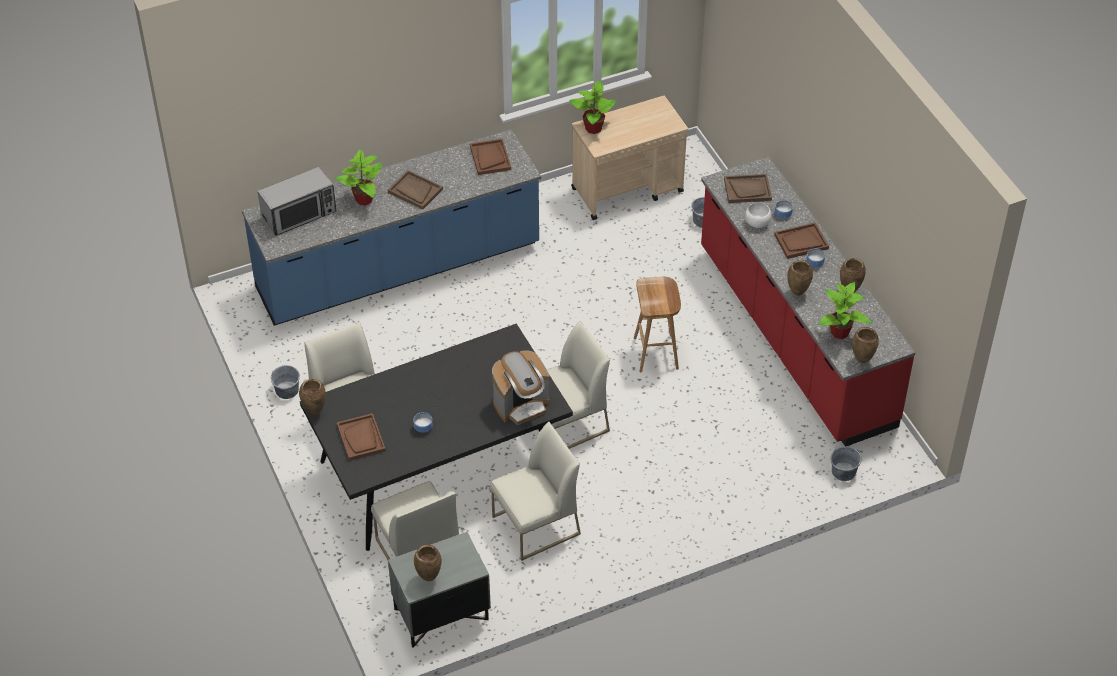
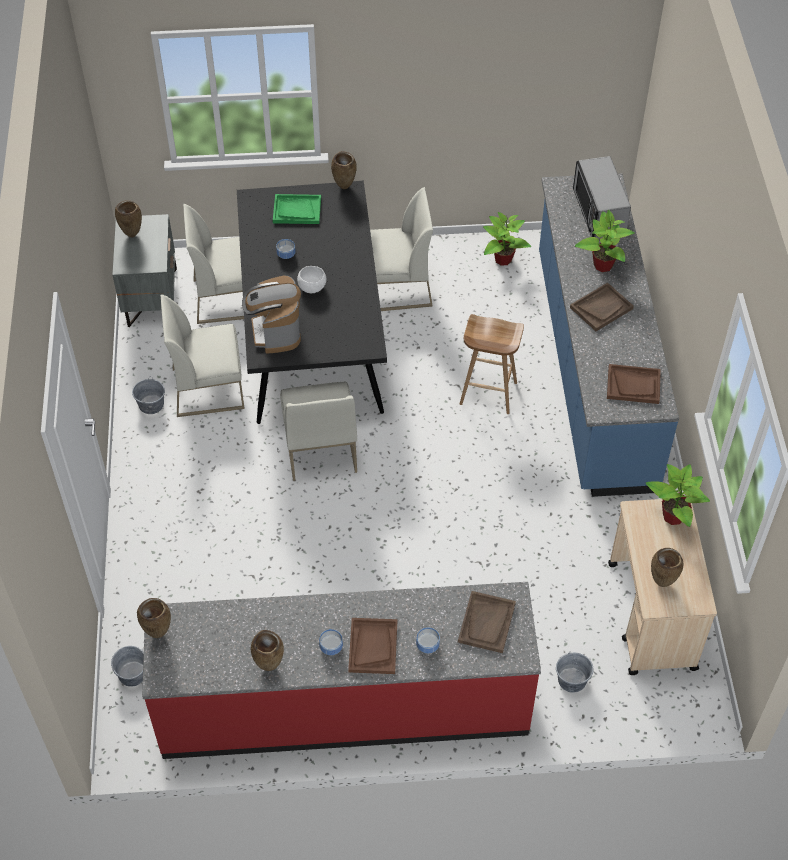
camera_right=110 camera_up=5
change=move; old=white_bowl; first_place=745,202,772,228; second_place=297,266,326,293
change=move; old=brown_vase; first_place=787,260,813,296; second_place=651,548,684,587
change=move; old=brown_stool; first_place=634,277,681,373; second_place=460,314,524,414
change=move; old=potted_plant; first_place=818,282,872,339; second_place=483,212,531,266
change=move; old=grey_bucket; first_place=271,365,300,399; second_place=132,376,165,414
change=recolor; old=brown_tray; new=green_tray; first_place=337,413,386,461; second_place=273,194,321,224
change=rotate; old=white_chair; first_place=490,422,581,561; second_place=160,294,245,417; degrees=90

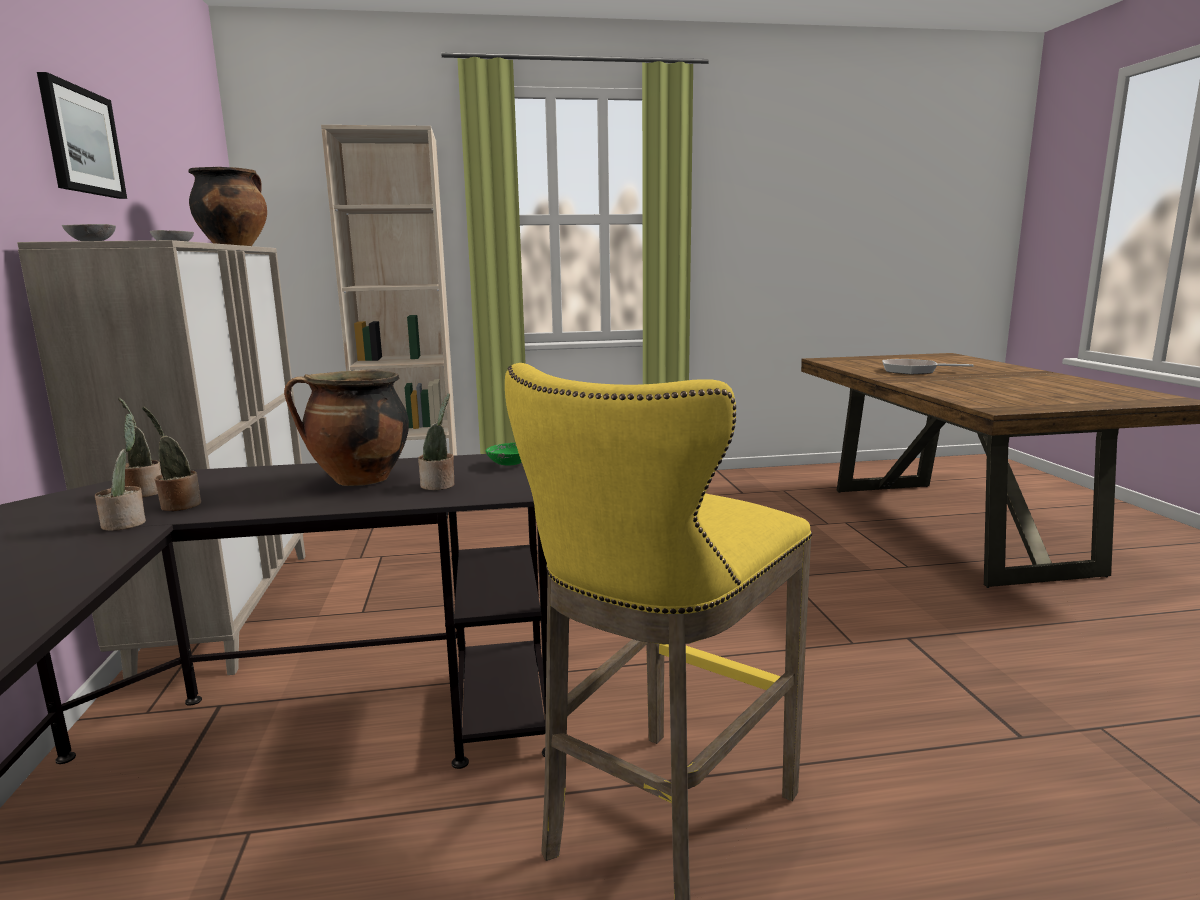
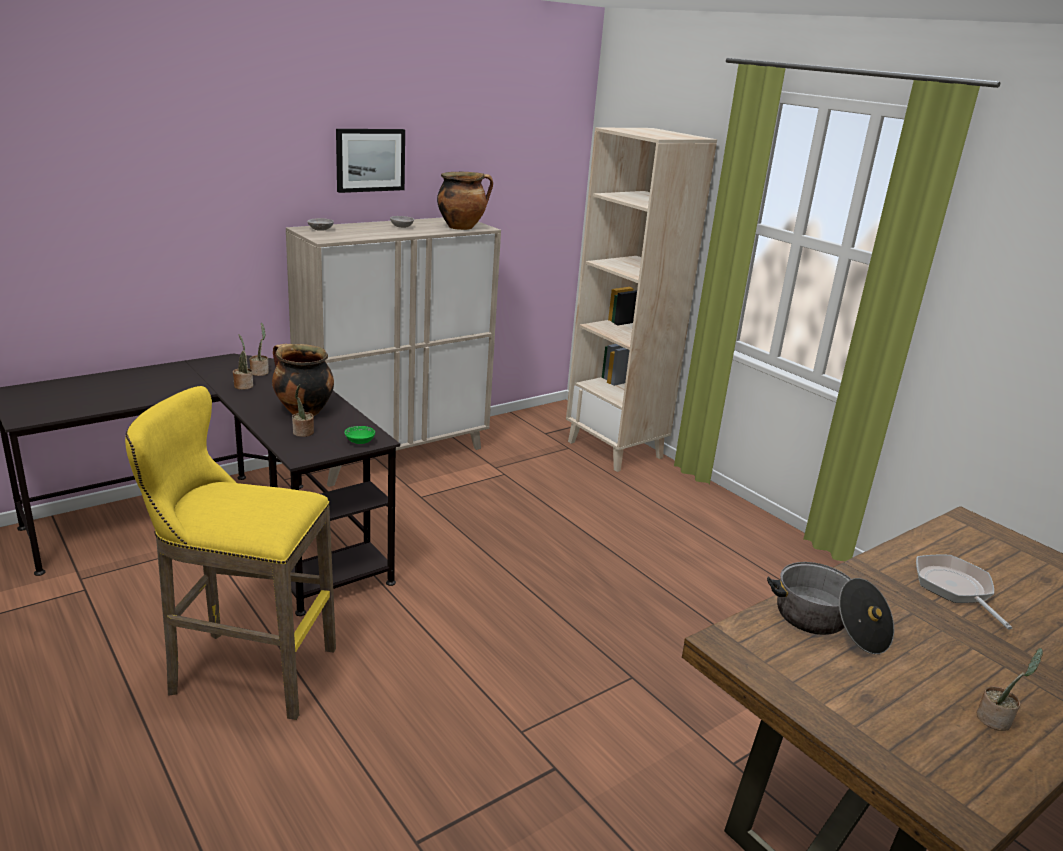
camera_right=60 camera_up=10
change=move; old=potted_plant; first_place=95,414,146,531; second_place=977,648,1043,731
change=insert; new=cooking_pot; second_place=767,562,894,654

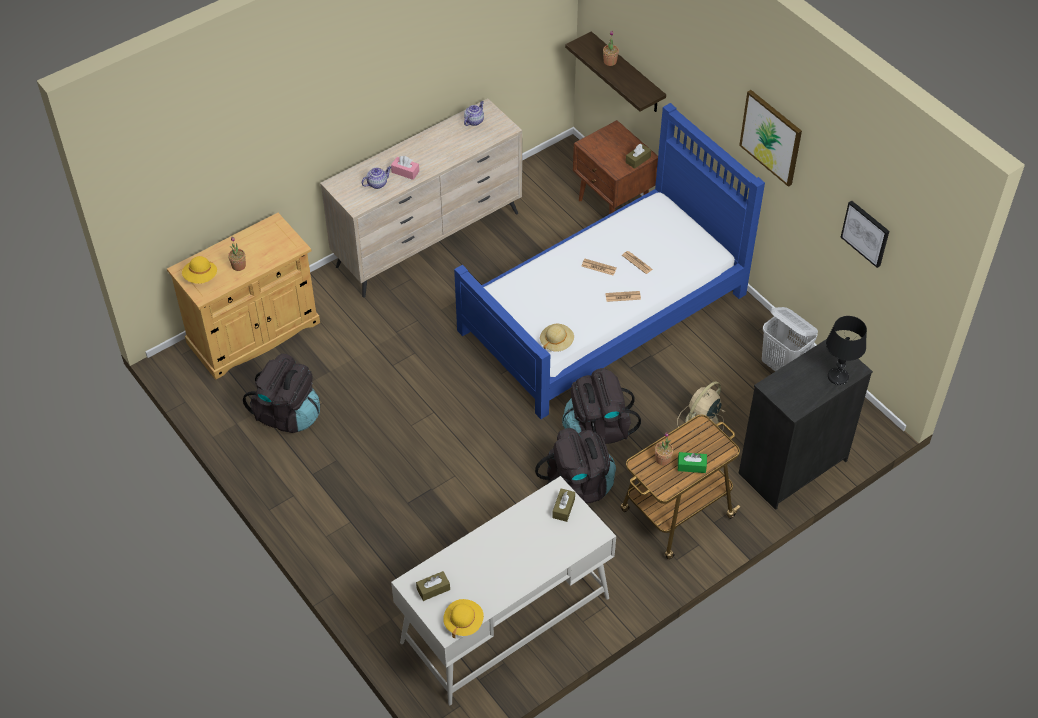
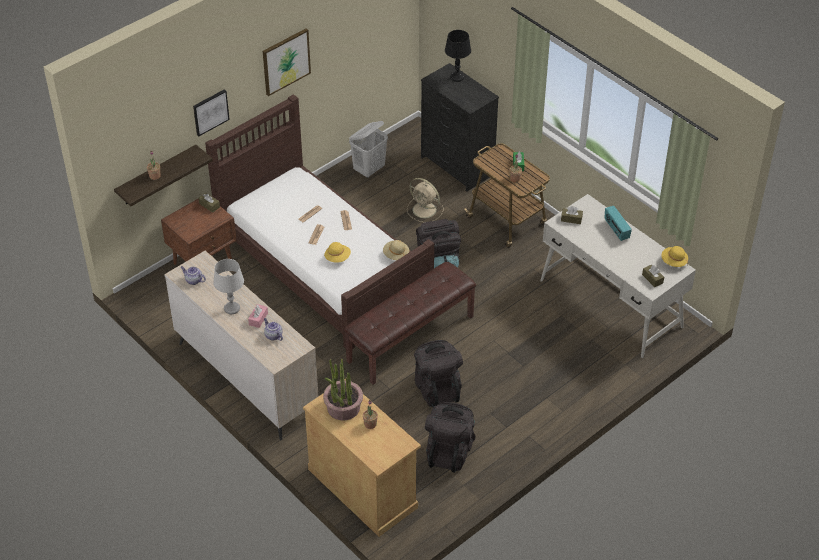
camera_right=-95 camera_up=-5
change=recolor; old=blue_bed; new=brown_bed; first_place=454,103,765,419; second_place=205,94,434,349
change=move; old=picture; first_place=841,201,889,268; second_place=193,89,230,136
change=move; old=yellow_hat; first_place=182,256,217,284; second_place=324,242,351,263
change=move; old=black_backpack; first_place=535,428,616,503; second_place=414,340,463,407
change=insert; new=radio; second_place=605,206,632,241
change=insert; new=grey_table_lamp; second_place=213,259,244,314
change=insert; new=brown_bench; second_place=344,262,476,385
change=insert; new=potted_plant; second_place=323,359,363,421

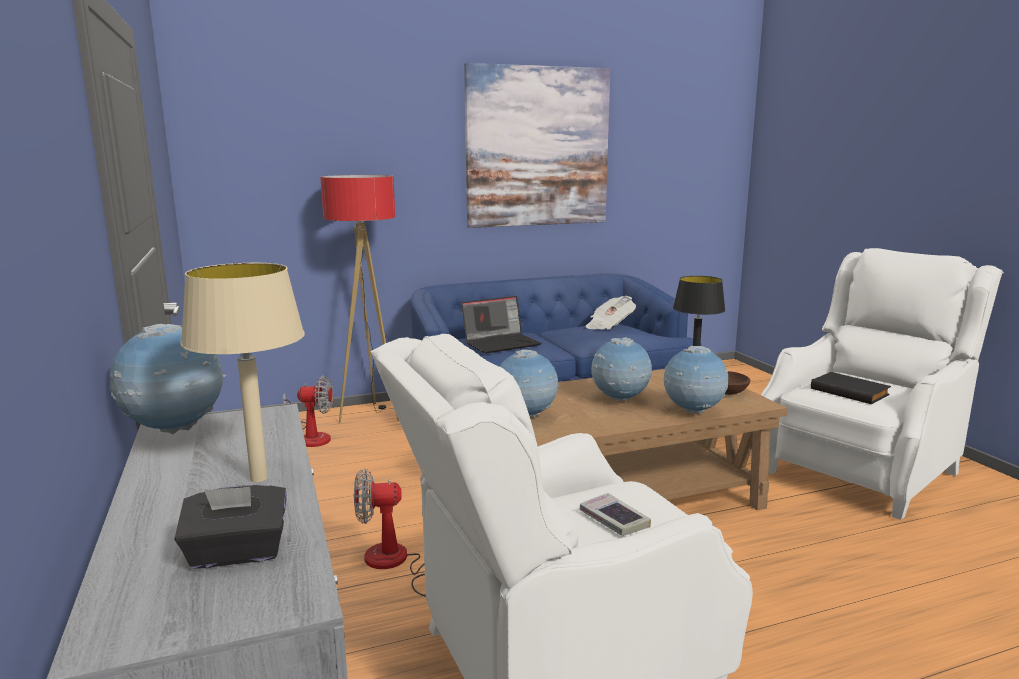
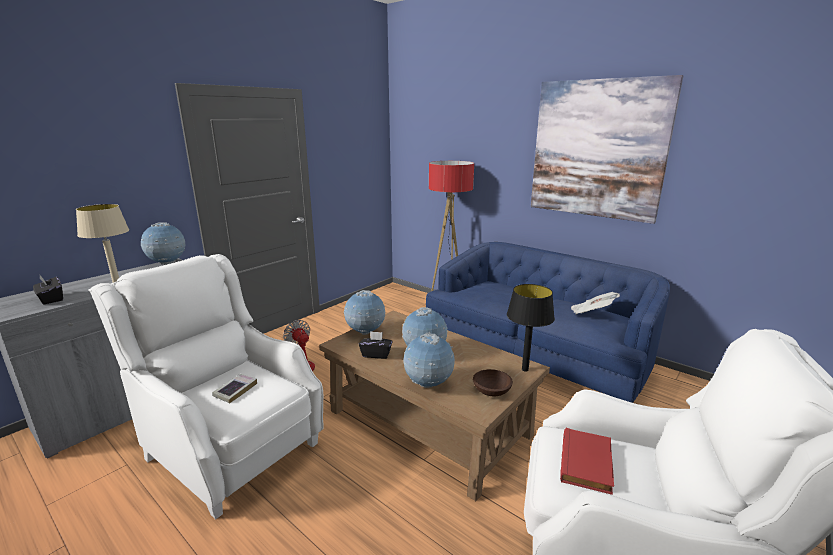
camera_right=60 camera_up=5
change=delete; old=laptop; first_place=461,296,541,353
change=recolor; old=black_book; new=red_book; first_place=811,372,891,404; second_place=560,428,614,495
change=delete; old=fan; first_place=283,375,333,447
change=insert; new=black_tissue_box; second_place=359,331,393,359

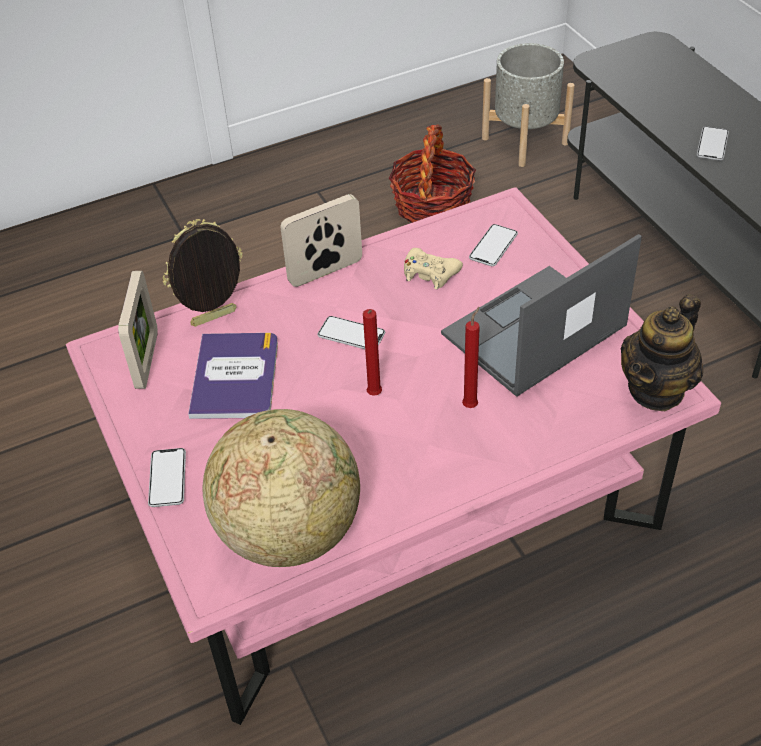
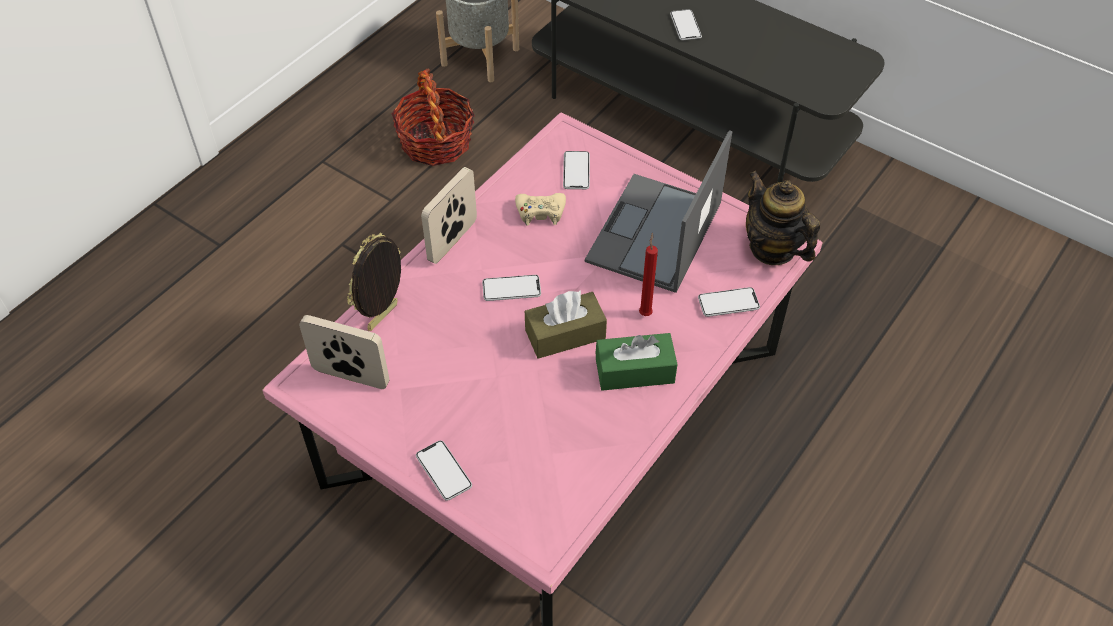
camera_right=-30 camera_up=5
change=rotate; old=picture_frame; first_place=118,271,158,389; second_place=299,315,390,389; degrees=-45
change=rotate; old=teapot; first_place=620,294,703,411; second_place=746,171,820,265; degrees=135
change=replace; old=red_candle; new=brown_tissue_box; first_place=363,309,382,396; second_place=525,290,607,359
change=delete; old=book; first_place=188,333,278,419
change=delete; old=globe; first_place=202,409,360,567
change=insert; new=phone; second_place=698,287,760,317
change=insert; new=green_tissue_box; second_place=596,333,678,391

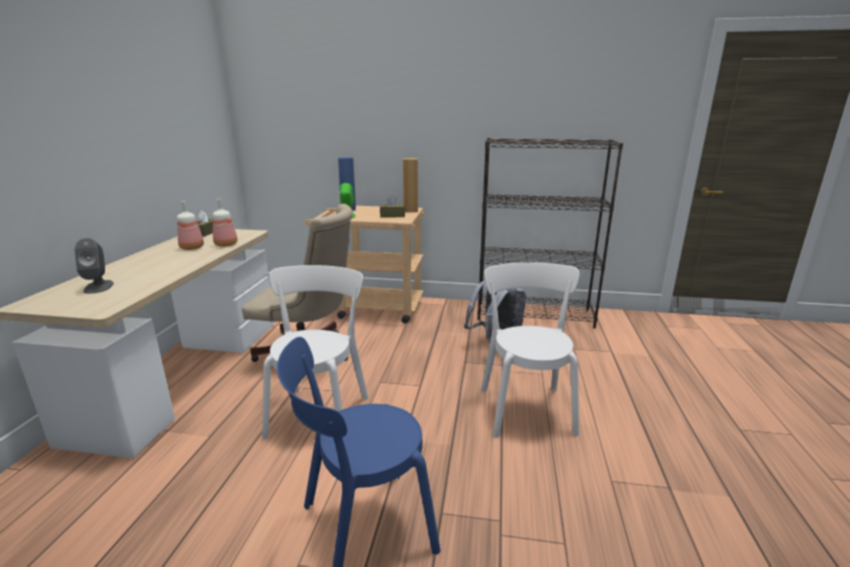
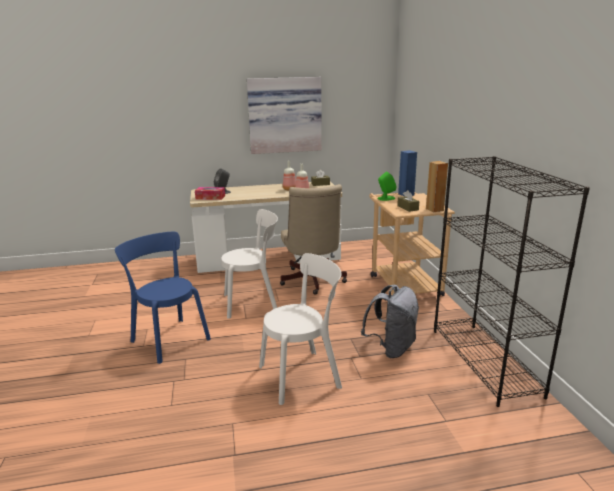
camera_right=70 camera_up=0
change=insert; new=picture; second_place=247,77,322,154
change=insert; new=tissue_box; second_place=195,187,225,200

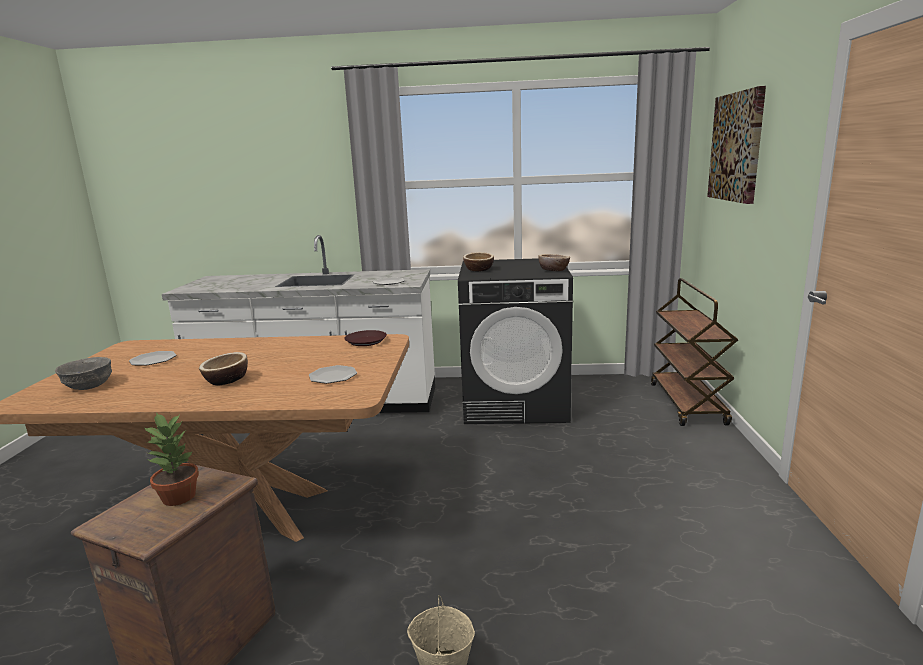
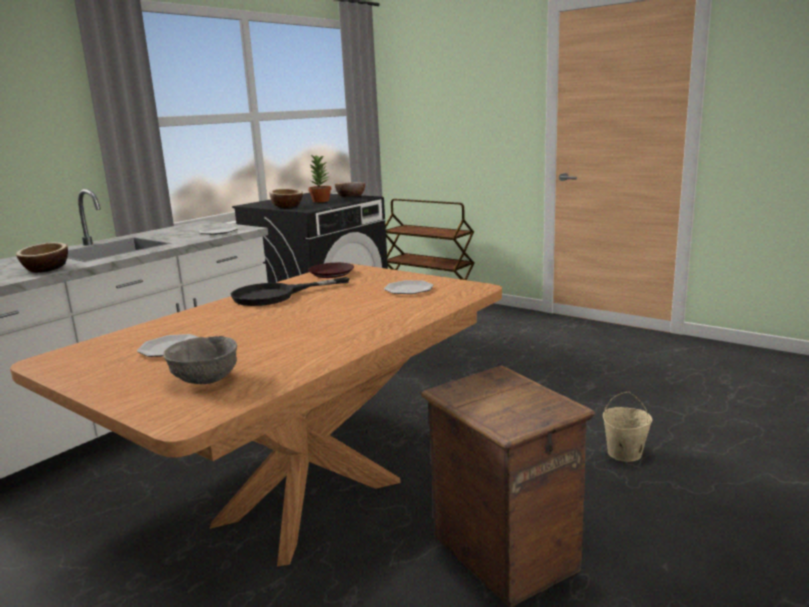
camera_right=-55 camera_up=0
change=delete; old=picture; first_place=707,86,766,204
change=move; old=bowl; first_place=199,352,248,386; second_place=16,242,68,273
change=move; old=potted_plant; first_place=143,412,199,506; second_place=308,154,332,202
change=insert; new=black_frying_pan; second_place=231,277,349,306

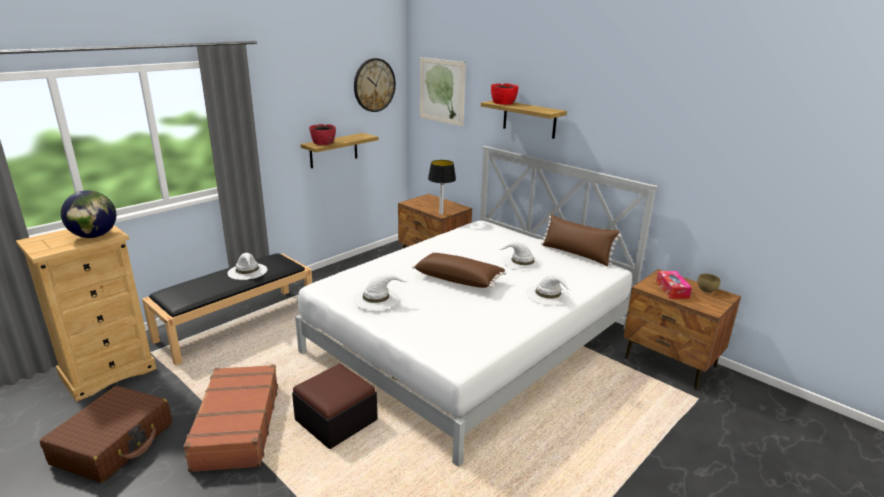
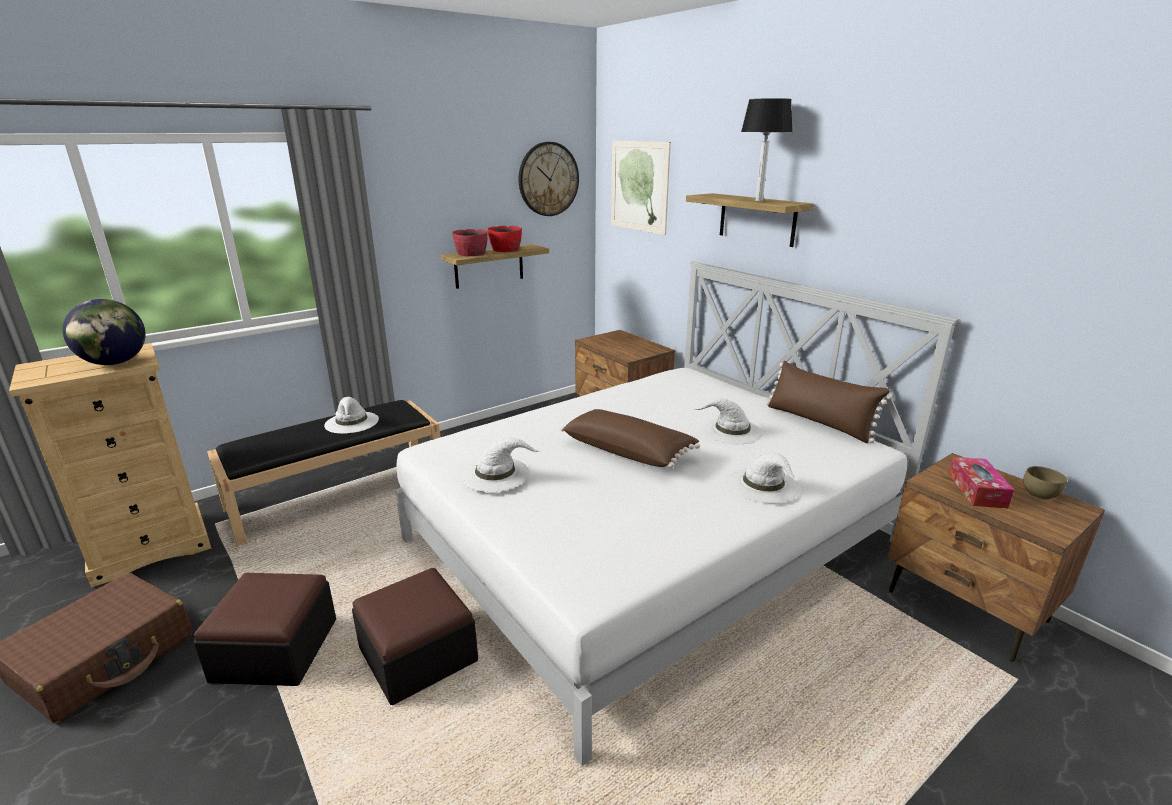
camera_right=10 camera_up=0
change=move; old=red_bowl; first_place=491,83,518,105; second_place=487,226,522,252
change=move; old=table_lamp; first_place=428,160,456,215; second_place=741,98,793,201
change=replace; old=brown_suitcase; new=ottoman; first_place=183,364,278,472; second_place=194,573,336,686

